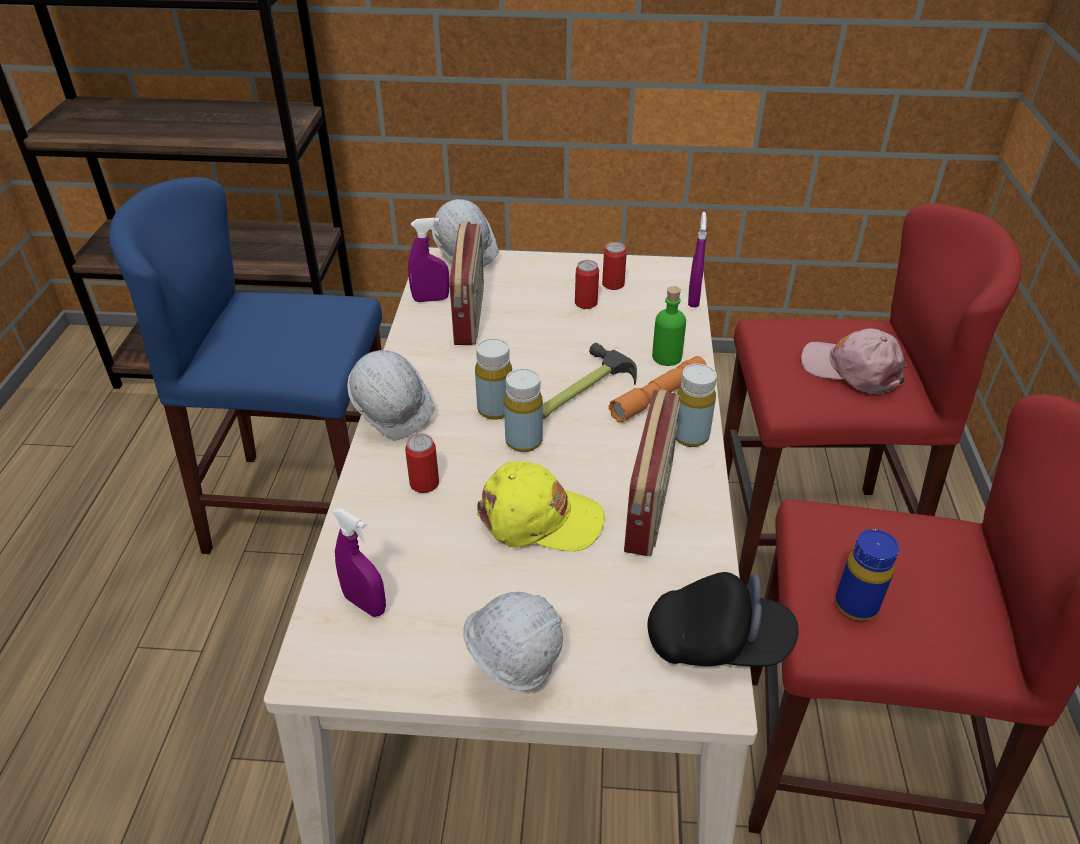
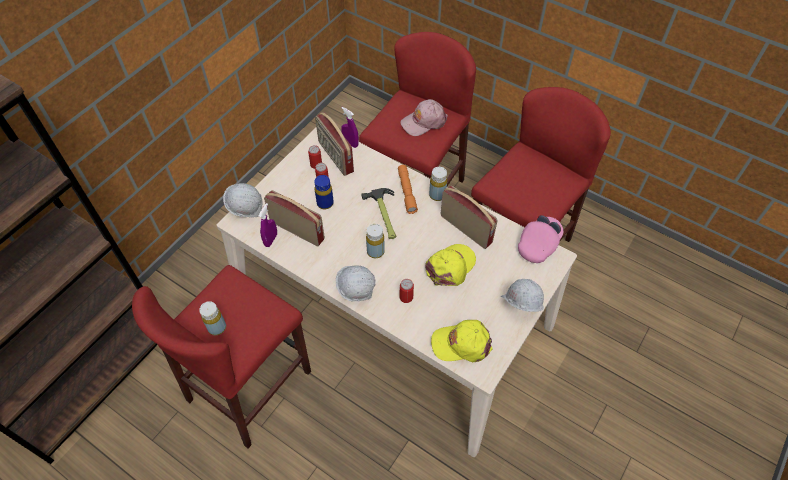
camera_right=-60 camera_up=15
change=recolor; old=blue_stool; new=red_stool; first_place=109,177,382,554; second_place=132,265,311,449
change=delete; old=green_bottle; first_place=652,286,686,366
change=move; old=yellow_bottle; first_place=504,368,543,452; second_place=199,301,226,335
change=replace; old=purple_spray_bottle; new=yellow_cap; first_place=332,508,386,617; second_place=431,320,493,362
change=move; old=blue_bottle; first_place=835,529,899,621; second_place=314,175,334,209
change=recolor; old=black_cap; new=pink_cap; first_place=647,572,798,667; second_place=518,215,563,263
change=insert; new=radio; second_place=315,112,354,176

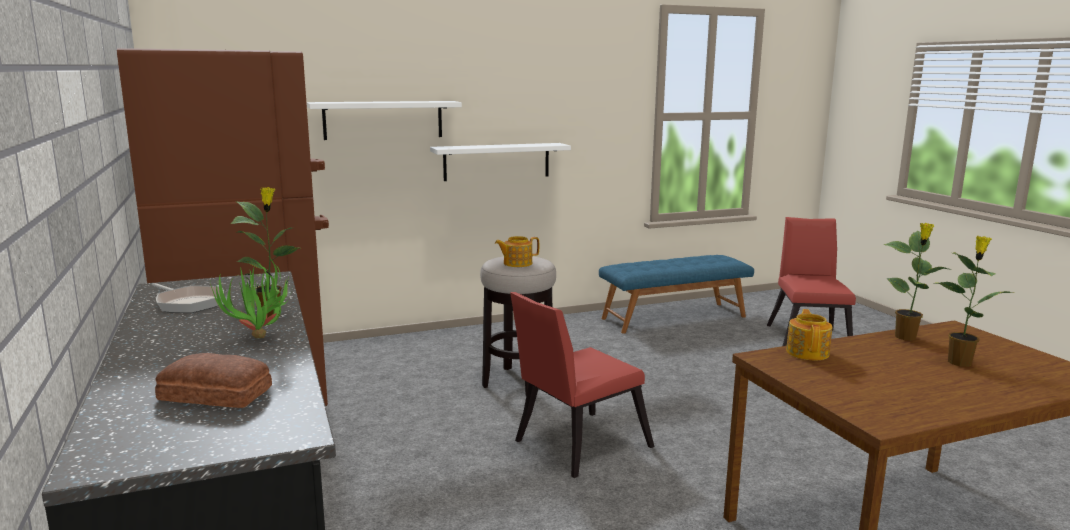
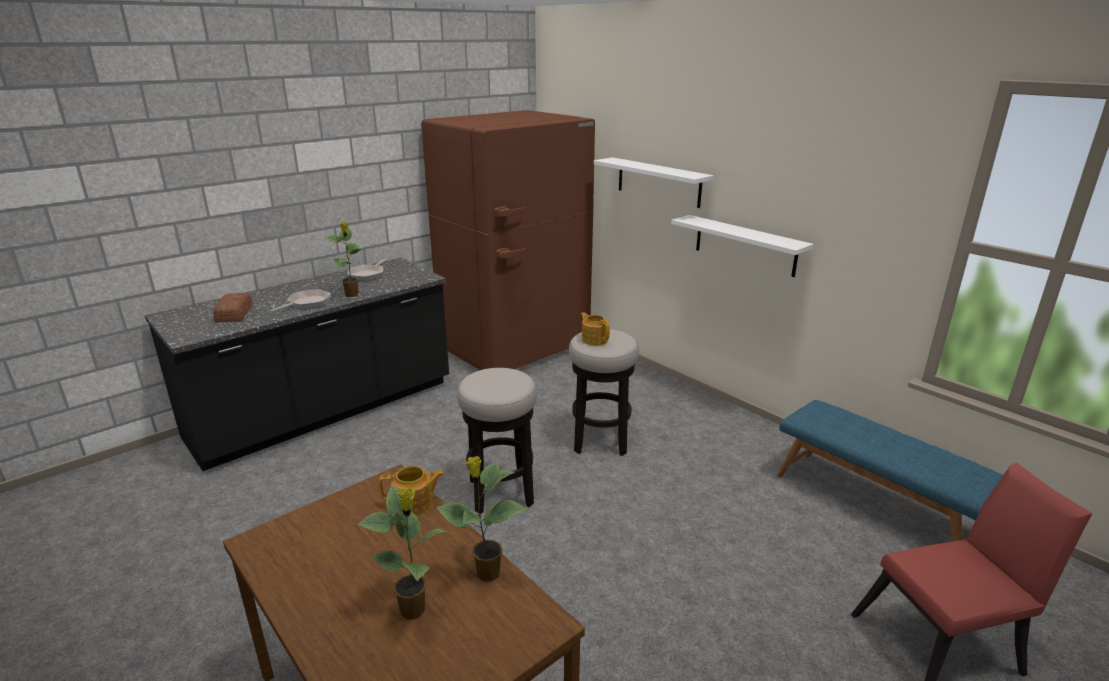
camera_right=70 camera_up=10
change=replace; old=potted_plant; new=frying_pan; first_place=210,258,292,338; second_place=269,289,331,312
change=replace; old=red_chair; new=stool; first_place=510,292,654,478; second_place=457,368,537,514

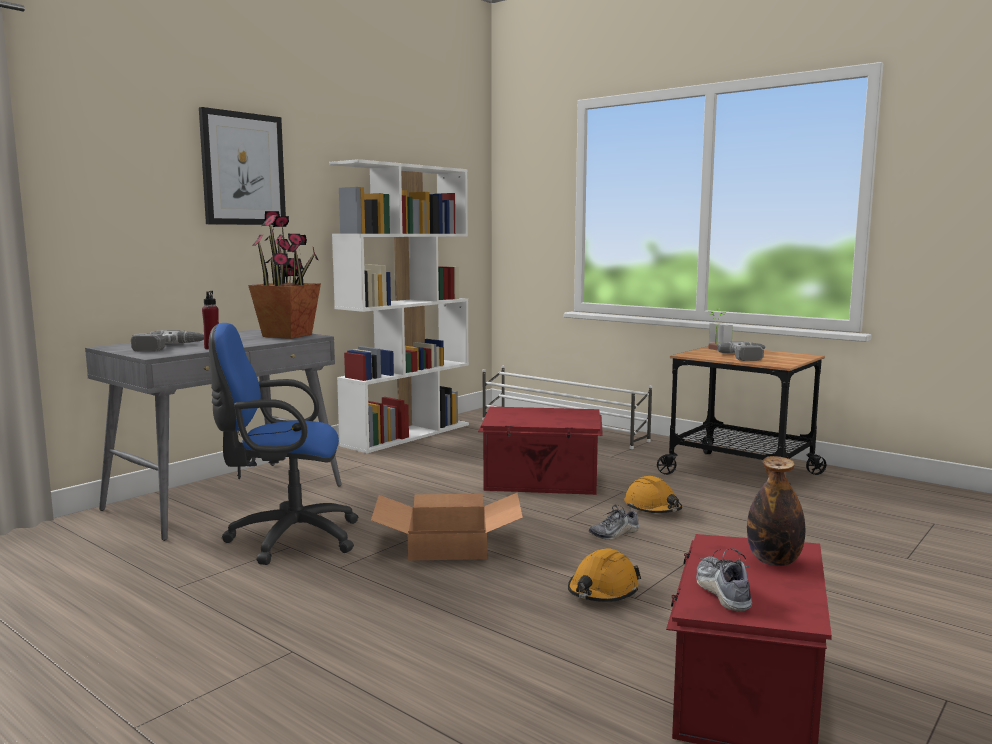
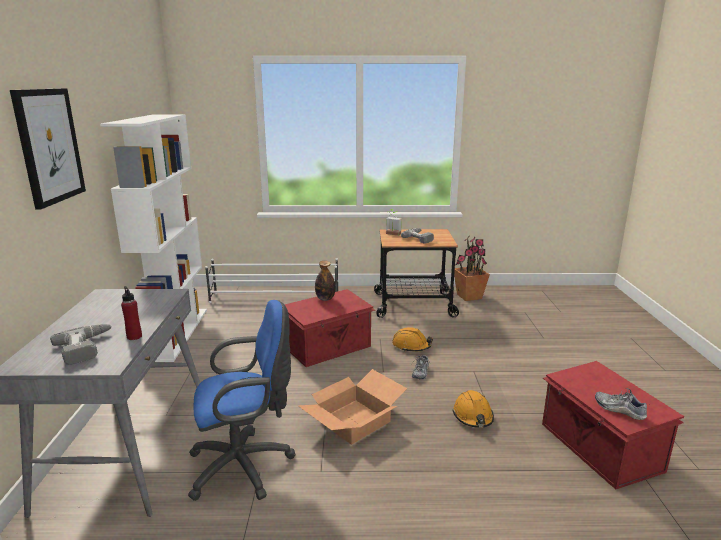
camera_right=-40 camera_up=10
change=move; old=potted_plant; first_place=248,211,321,339; second_place=454,237,490,301
change=rotate; old=blue_office_chair; first_place=209,323,359,565; second_place=188,300,296,501; degrees=-150
change=move; old=bottle; first_place=747,456,805,566; second_place=315,261,335,301

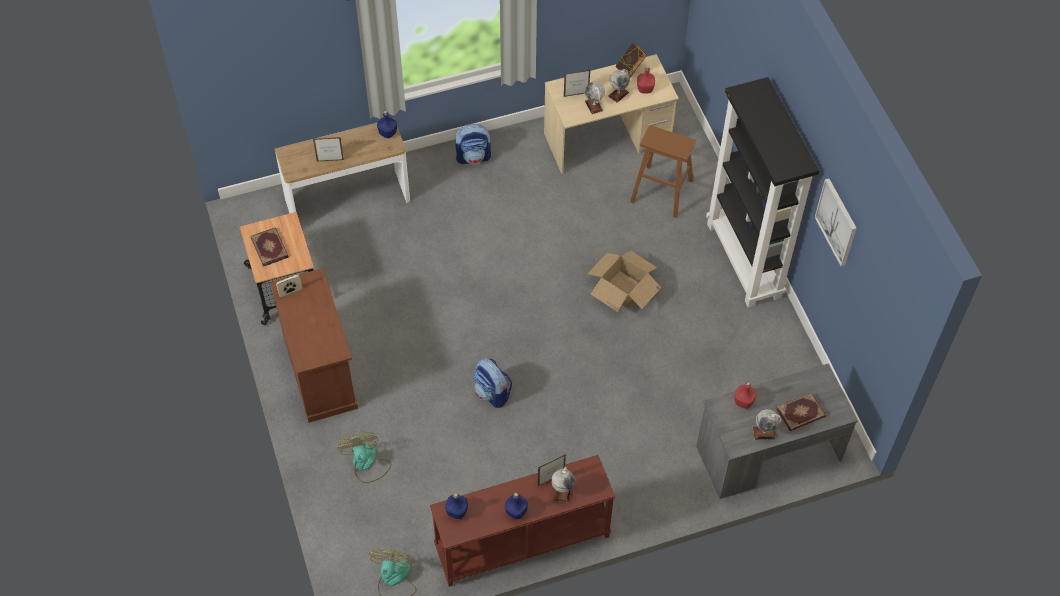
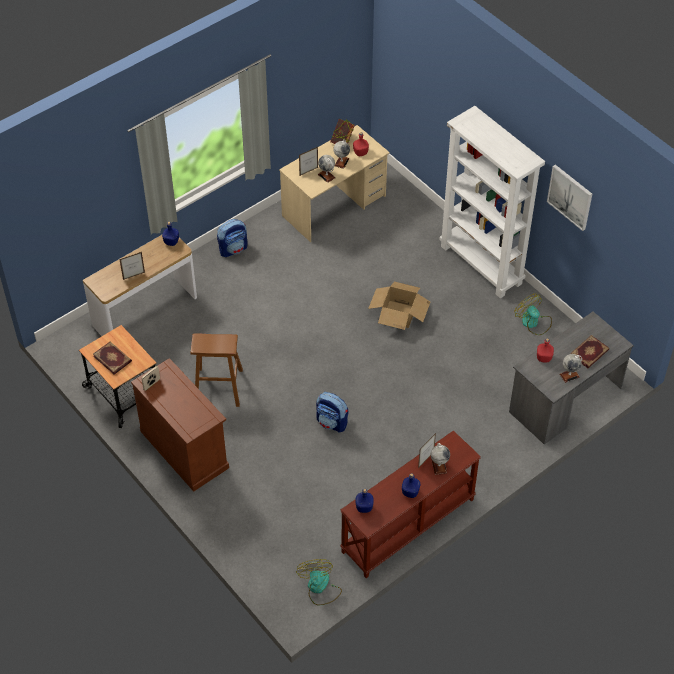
camera_right=-20 camera_up=-5
change=recolor; old=black_bookcase; new=white_bookcase; first_place=706,77,820,308; second_place=439,106,545,299
change=move; old=brown_stool; first_place=630,125,696,218; second_place=191,333,243,407
change=move; old=fan; first_place=337,432,391,483; second_place=514,293,552,335

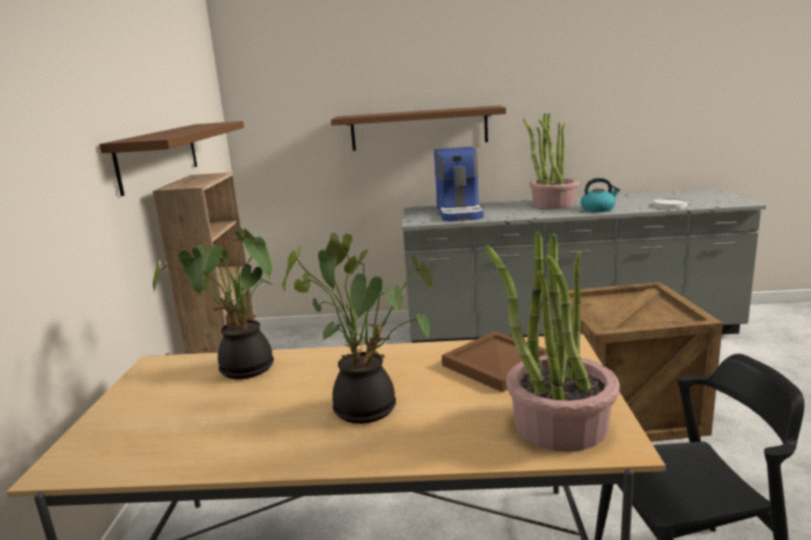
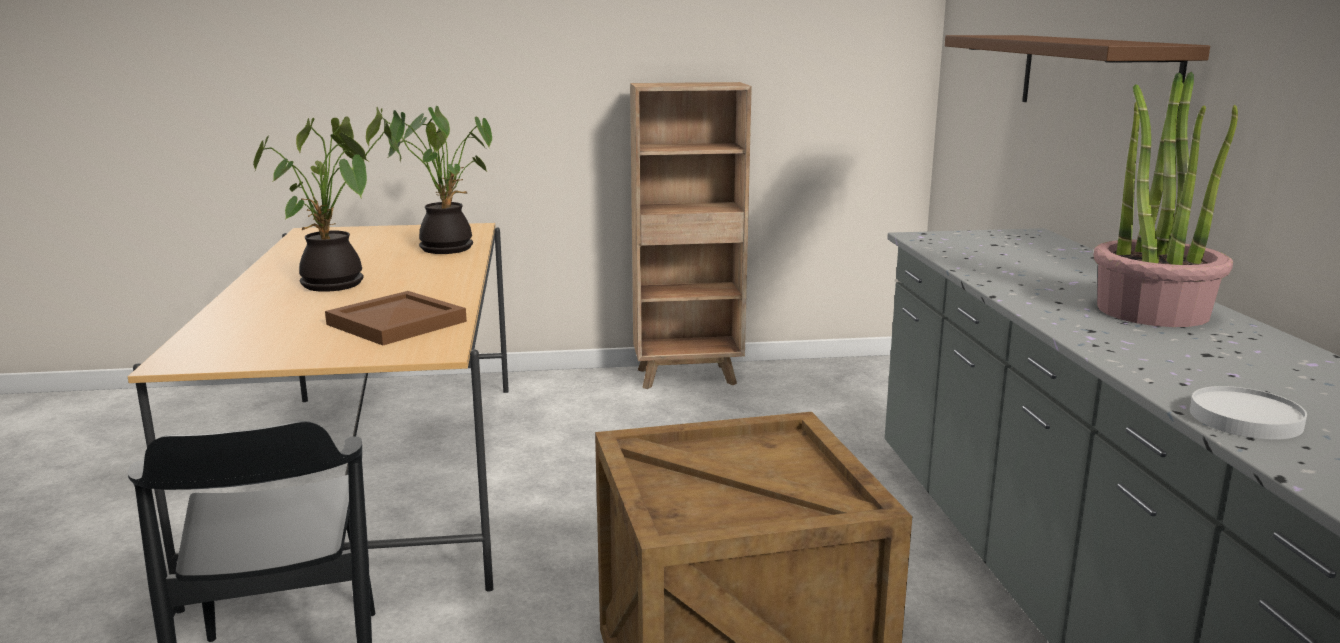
camera_right=80 camera_up=0
change=delete; old=brown_shelf; first_place=99,121,244,196
change=delete; old=coffee_machine; first_place=434,147,484,222
change=delete; old=kettle; first_place=581,178,620,212
change=delete; old=potted_plant; first_place=485,231,620,452

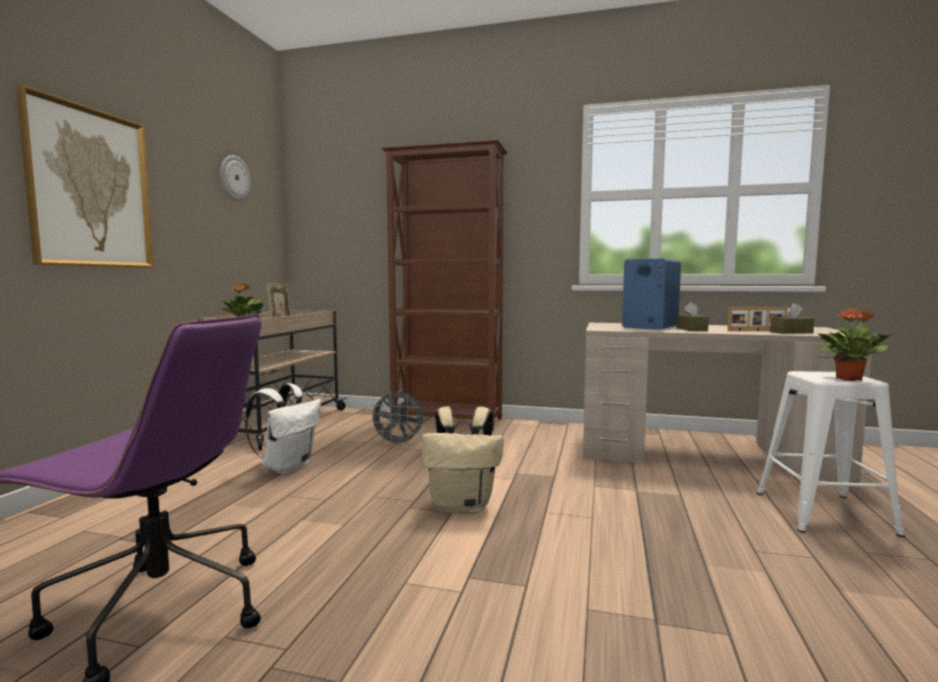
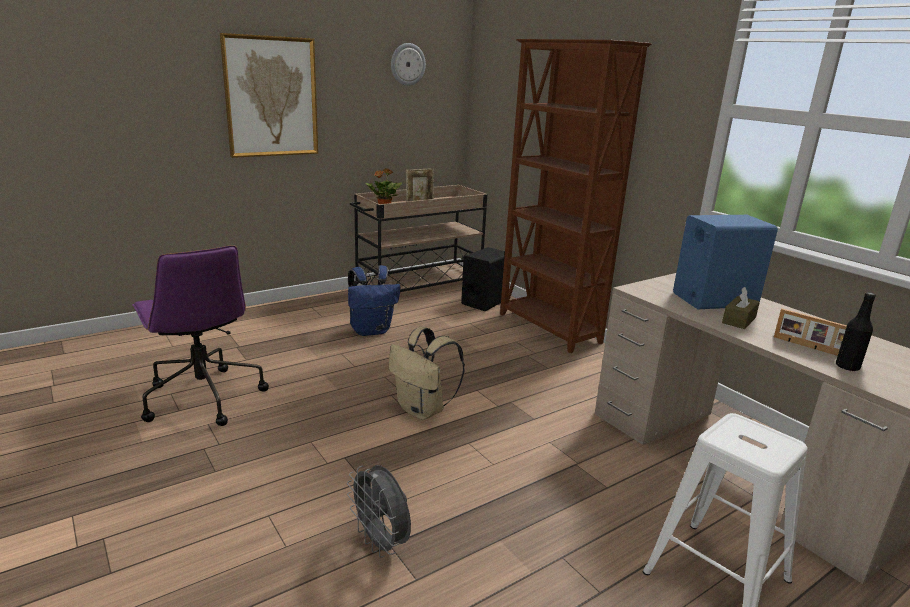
camera_right=40 camera_up=15
change=replace; old=brown_tissue_box; new=black_bottle; first_place=770,303,814,334; second_place=836,292,876,371
change=delete; old=potted_plant; first_place=818,308,894,381
change=recolor; old=white_backpack; new=blue_backpack; first_place=245,383,321,474; second_place=348,265,400,336
change=move; old=grey_fan; first_place=369,390,424,447; second_place=347,465,411,558
change=insert; new=black_speaker; second_place=461,247,505,311

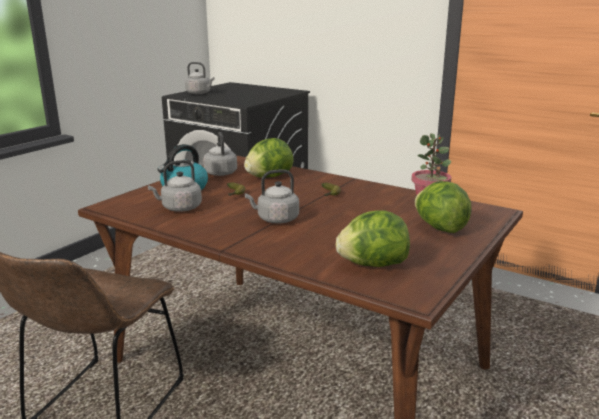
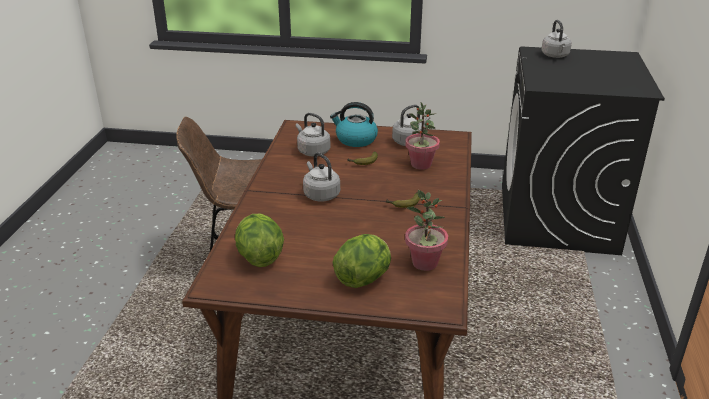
camera_right=65 camera_up=10
change=replace; old=lettuce; new=potted_plant; first_place=244,138,294,178; second_place=405,102,440,170

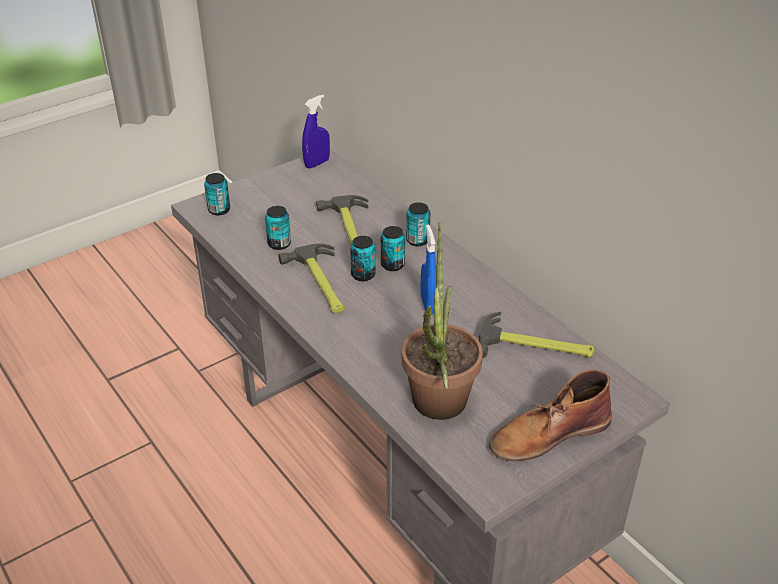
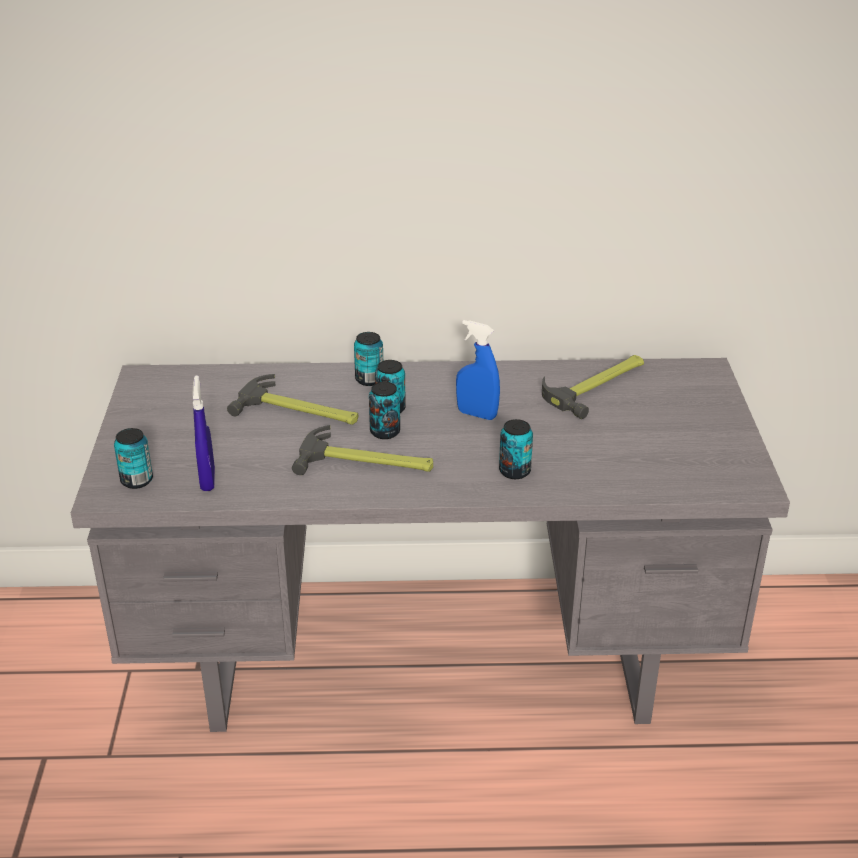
camera_right=-55 camera_up=-5
change=move; old=blue_spray_bottle; first_place=302,95,330,168; second_place=193,375,215,491
change=move; old=can; first_place=265,206,291,250; second_place=499,419,533,479
change=delete; old=potted_plant; first_place=402,222,483,420
change=delete; old=brown_boot; first_place=489,369,612,461

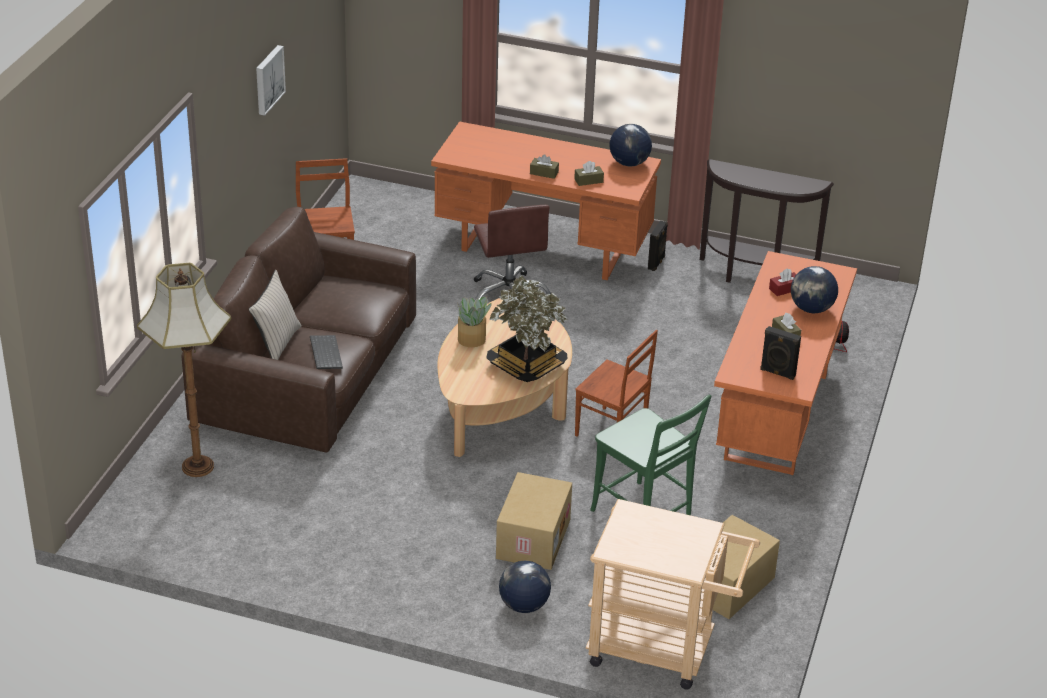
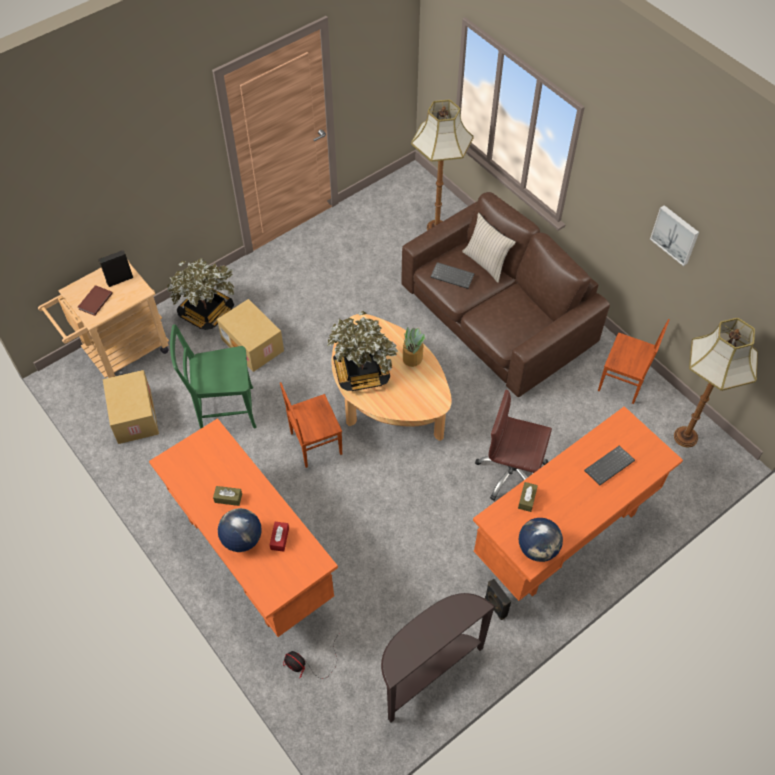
camera_right=125 camera_up=20
change=delete; old=brown_tissue_box; first_place=530,154,559,179
change=move; old=black_speaker; first_place=760,326,801,380; second_place=98,250,133,287
change=replace; old=globe; new=potted_plant; first_place=499,561,551,613; second_place=167,258,235,330
change=insert; new=brown_book; second_place=78,285,113,316
change=insert; new=floor_lamp; second_place=674,318,758,448
change=insert; new=keyboard; second_place=584,446,635,485

